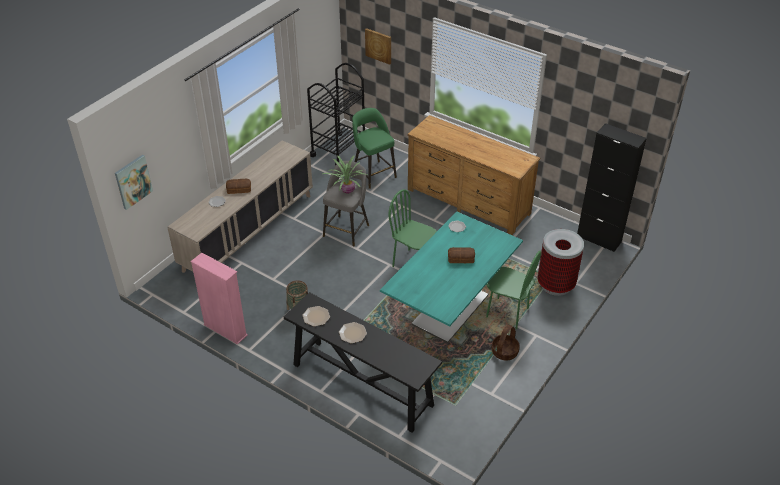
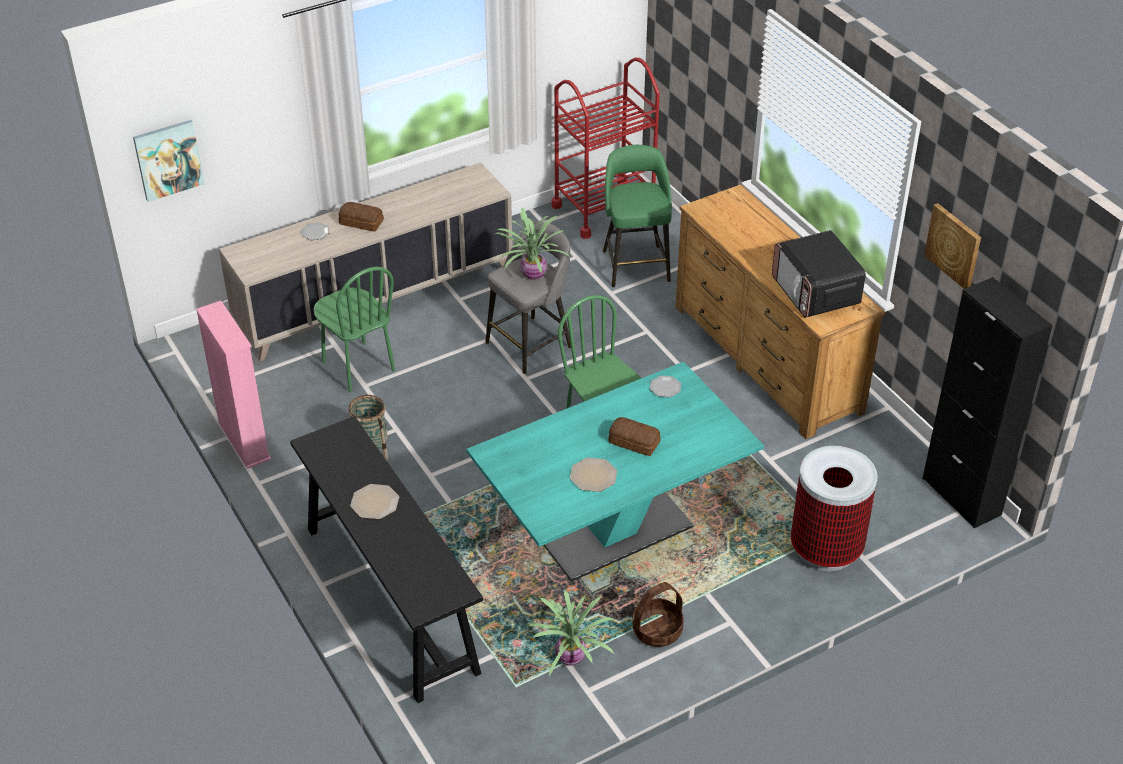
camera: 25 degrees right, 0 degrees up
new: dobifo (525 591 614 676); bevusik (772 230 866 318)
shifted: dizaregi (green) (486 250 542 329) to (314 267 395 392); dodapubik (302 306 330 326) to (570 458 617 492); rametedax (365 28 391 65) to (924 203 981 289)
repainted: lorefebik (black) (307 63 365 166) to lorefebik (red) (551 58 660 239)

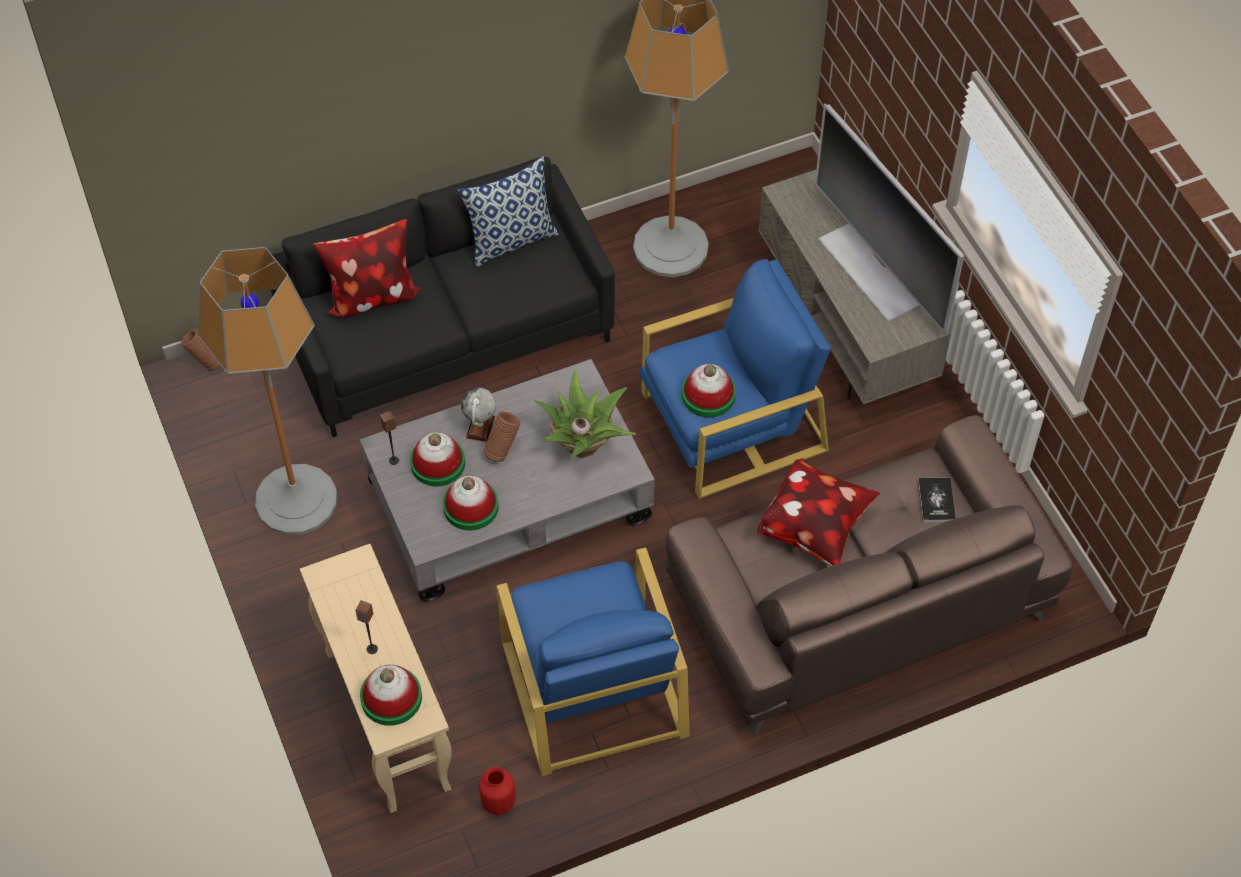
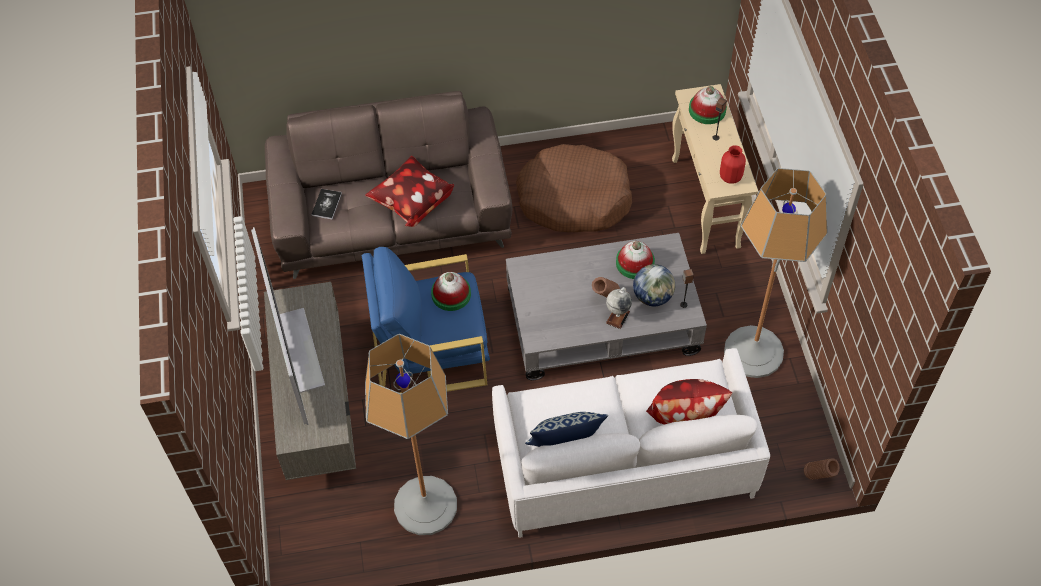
camera: 165 degrees left, 0 degrees up
gone: dobifo (534 370 636 459)
shifted: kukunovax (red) (479 766 516 815) to (720 145 746 184)
swapped: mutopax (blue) (497 547 690 776) to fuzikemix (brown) (516 144 632 232); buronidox (410 432 465 486) to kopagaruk (633 264 675 306)
repainted: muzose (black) (271 157 615 437) to muzose (white) (492 348 770 538)

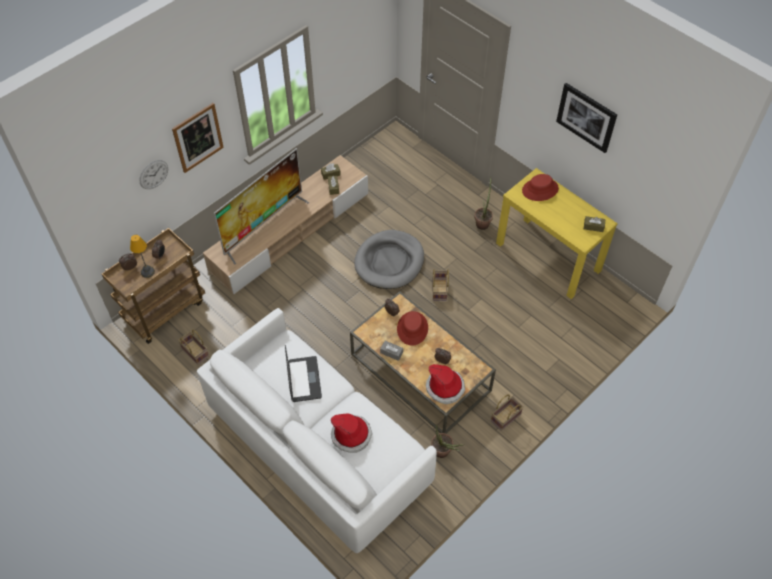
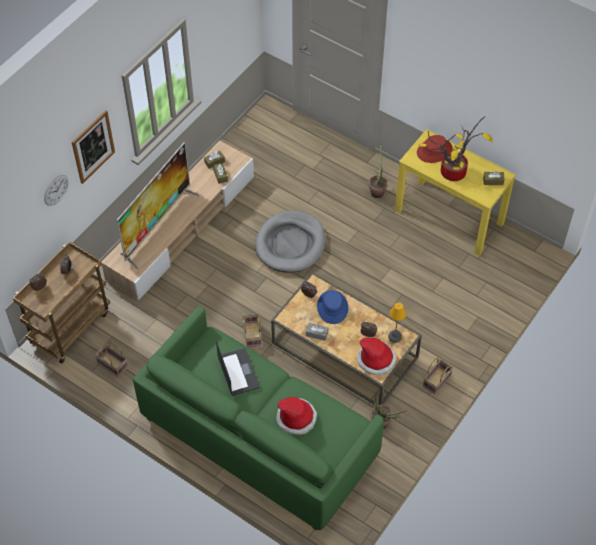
camera: 10 degrees left, 0 degrees up
gone: rametedax (556 83 617 153)
new: dobifo (418 116 493 181)
shifted: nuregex (433 269 449 301) to (242 313 262 347); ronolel (130 235 155 278) to (388 302 406 343)
repainted: muzose (white) (197 308 437 553) to muzose (green) (133 306 384 531); buronidox (red) (397 311 428 346) to buronidox (blue) (317 290 348 324)

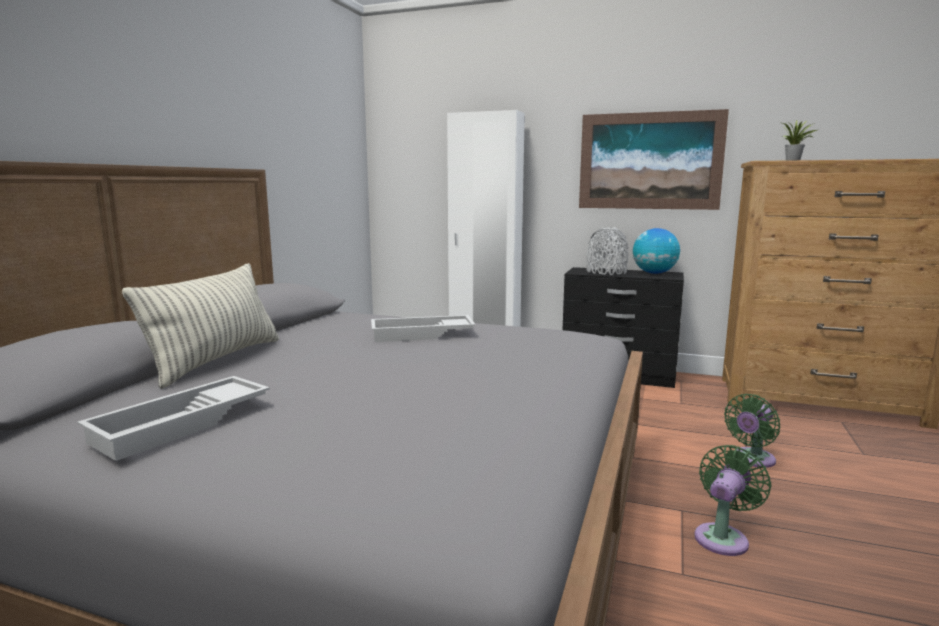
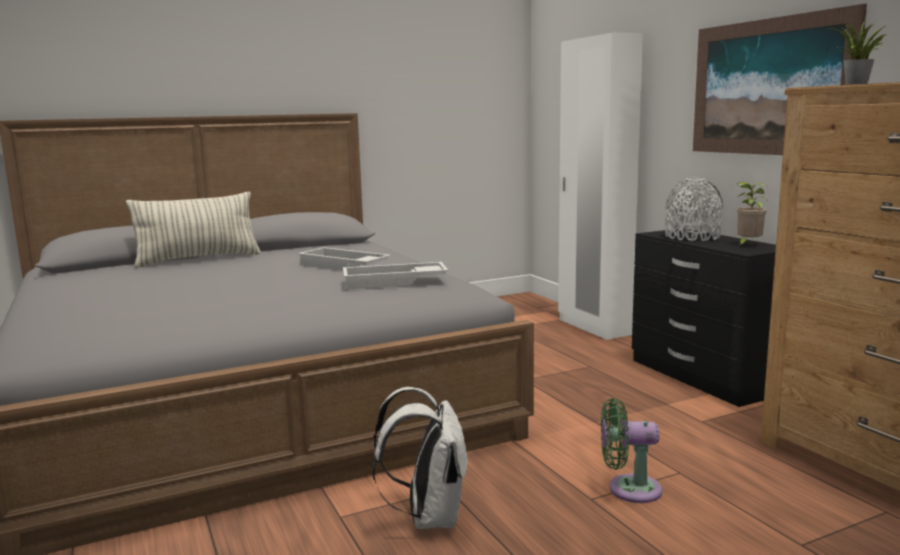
camera: 45 degrees right, 0 degrees up
shifted: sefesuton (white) (77 376 270 461) to (343 262 448 290)
swapped: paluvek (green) (695 445 772 556) to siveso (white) (372 387 468 529); kopagaruk (633 228 680 274) to dobifo (736 182 768 246)

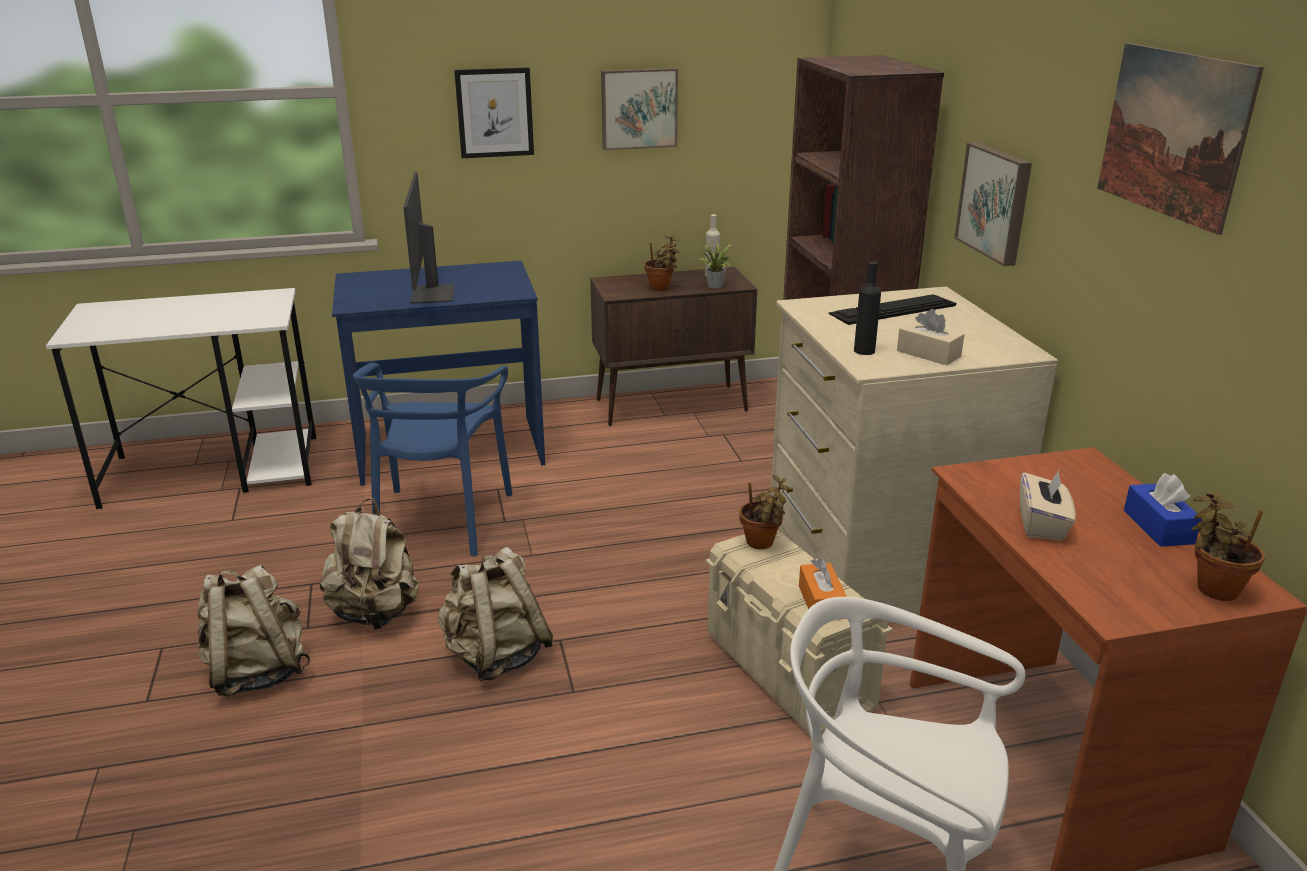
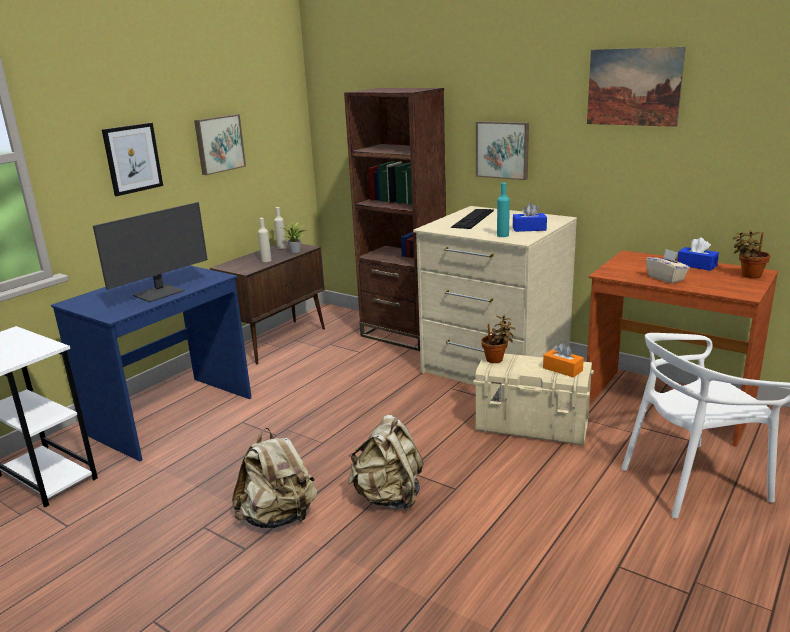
camera: 40 degrees left, 5 degrees down
gone: siveso (beige) (197 564 310 697); dizaregi (blue) (353 363 513 557)
swapped: dobifo (644 235 679 291) to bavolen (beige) (258 218 271 262)
repainted: bavolen (black) (854 261 881 355) to bavolen (turquoise) (497 183 510 237); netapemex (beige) (897 309 964 365) to netapemex (blue) (513 203 547 232)
rotated: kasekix (403 172 454 304) = (93 202 208 302) 90 degrees counterclockwise

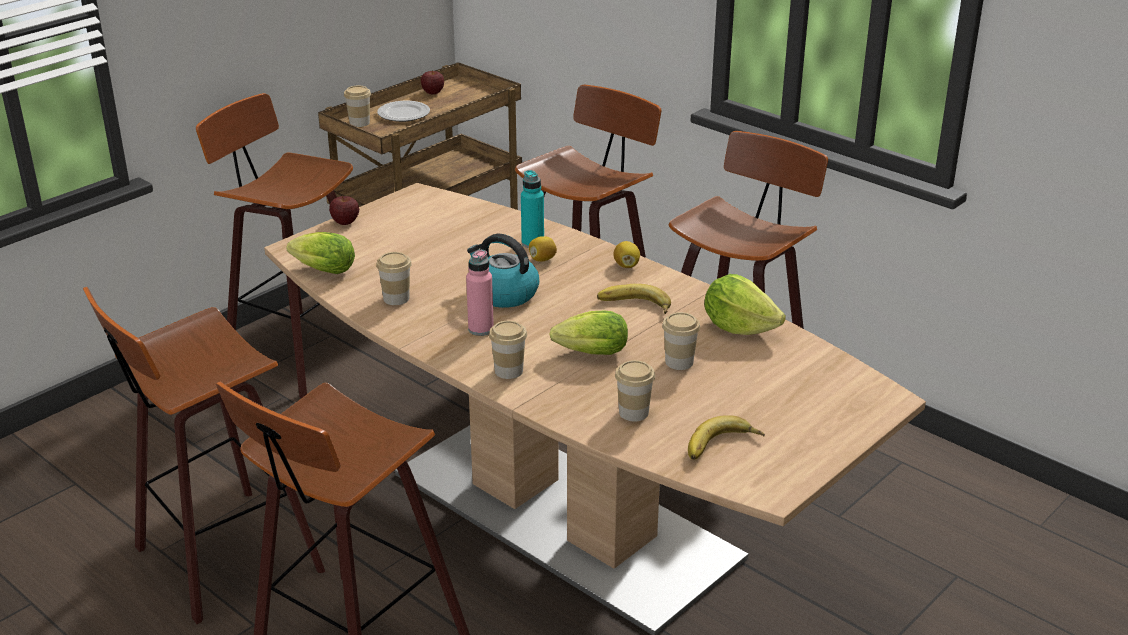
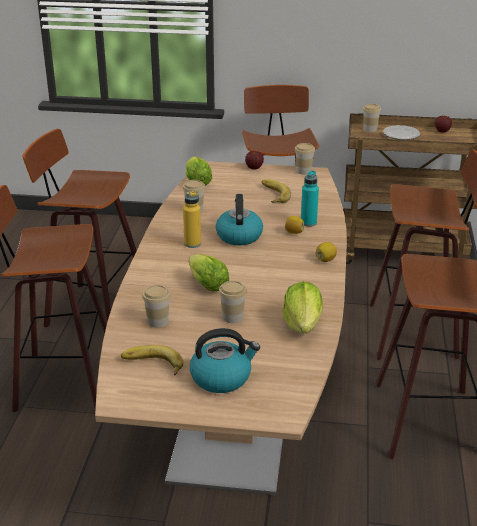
camera: 55 degrees right, 0 degrees up
new: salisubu (190 328 260 393)
shifted: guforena (597 284 671 314) to (261 179 291 203); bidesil (489 321 527 379) to (295 143 315 175)
repainted: bavolen (pink) (466 250 494 336) to bavolen (yellow) (183 191 201 248)

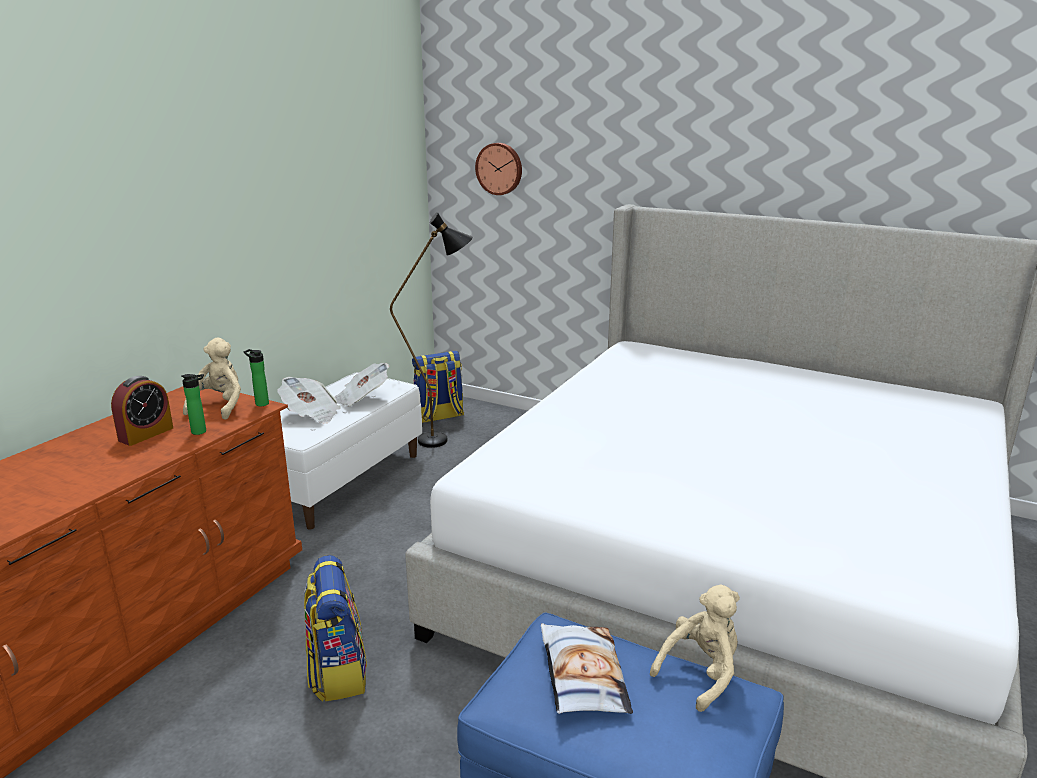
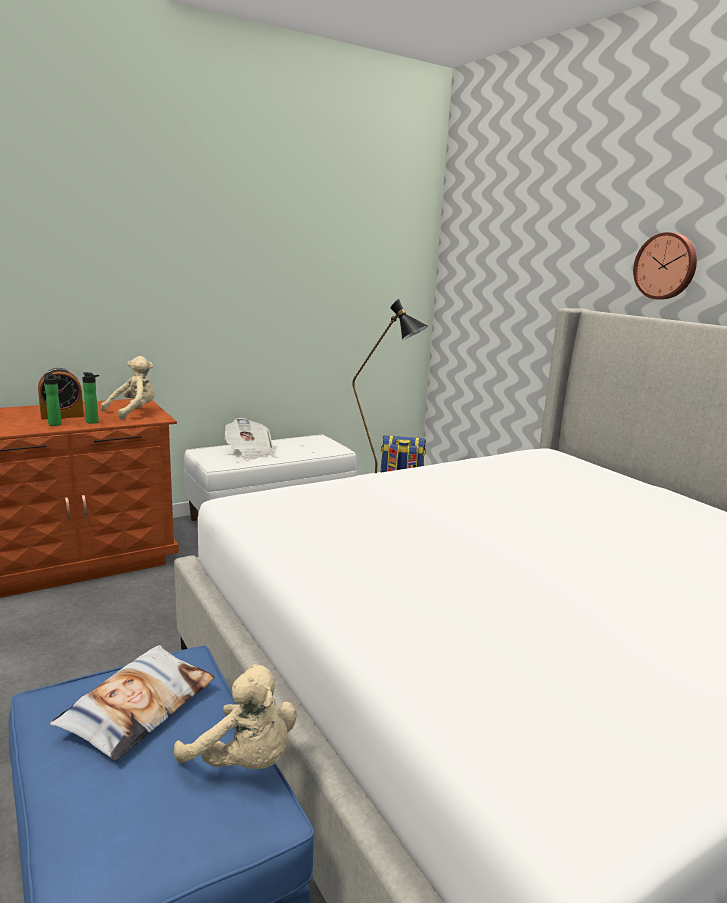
camera: 30 degrees right, 5 degrees down
gone: siveso (304 555 367 702); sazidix (334 363 390 407)
shifted: bavolen (244 349 269 406) to (44 373 62 426); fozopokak (475 143 522 195) to (633 232 697 299)
rotated: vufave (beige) (650 585 740 712) = (174 664 296 769) 45 degrees clockwise

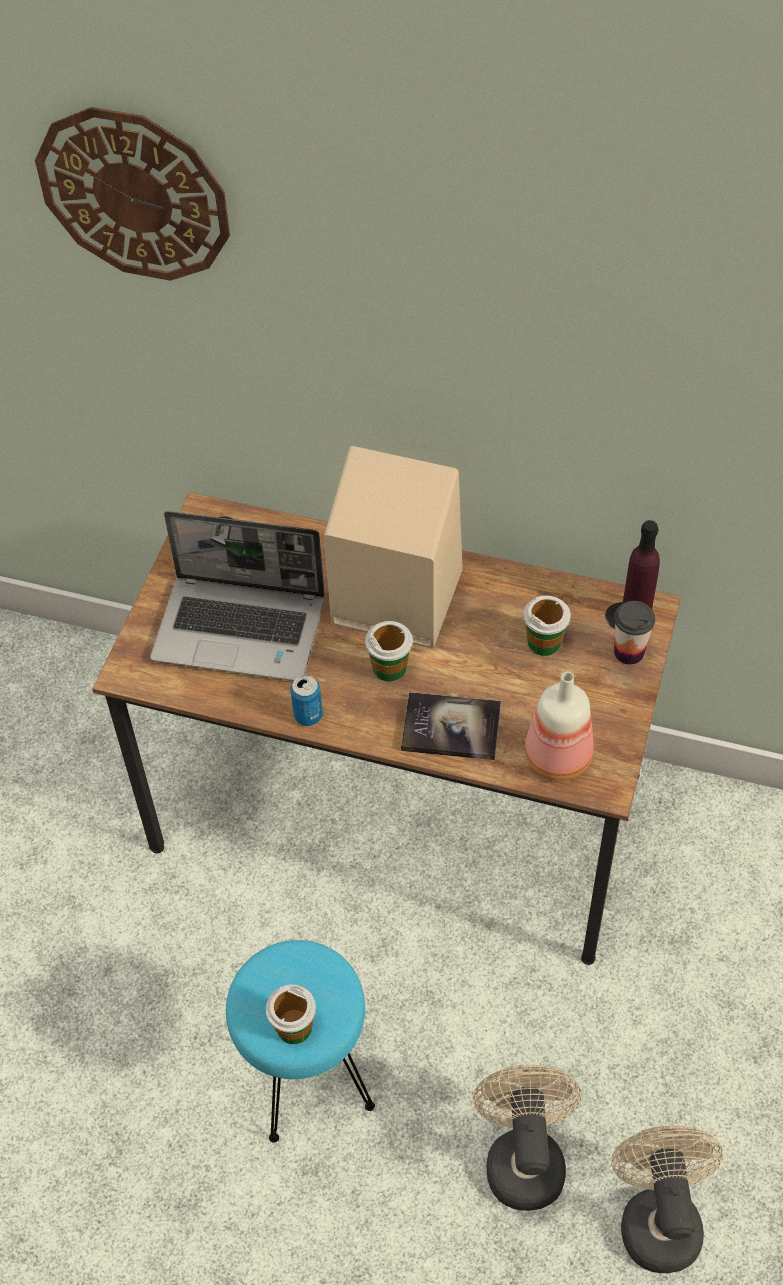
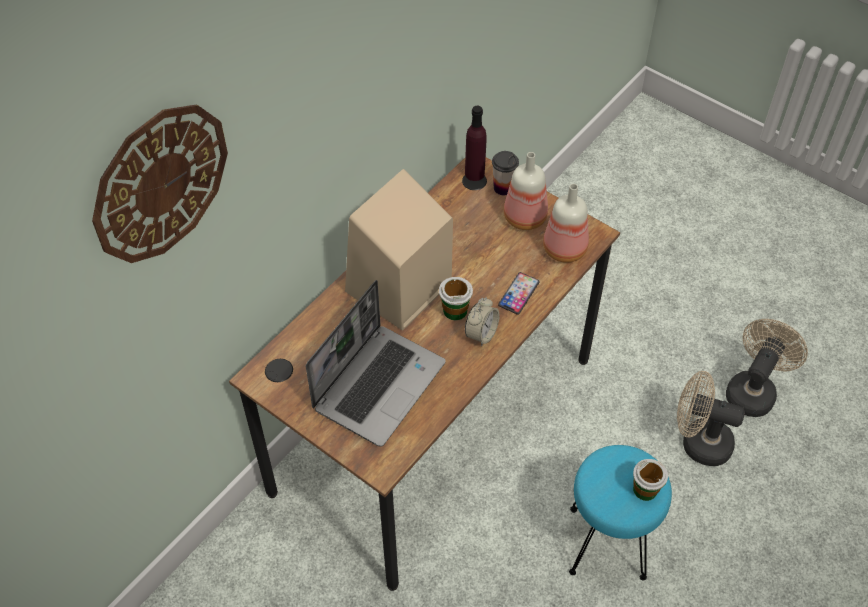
camera: 70 degrees left, 0 degrees up
gone: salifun (291 675 323 726); bidesil (523 596 571 656)
new: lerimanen (465 297 499 346); bavolen (504 152 548 230)
swapped: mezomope (401 692 501 760) to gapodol (498 272 540 315)
rotated: paluvek (beige) (611 1125 723 1273) = (726 319 808 417) 105 degrees clockwise

